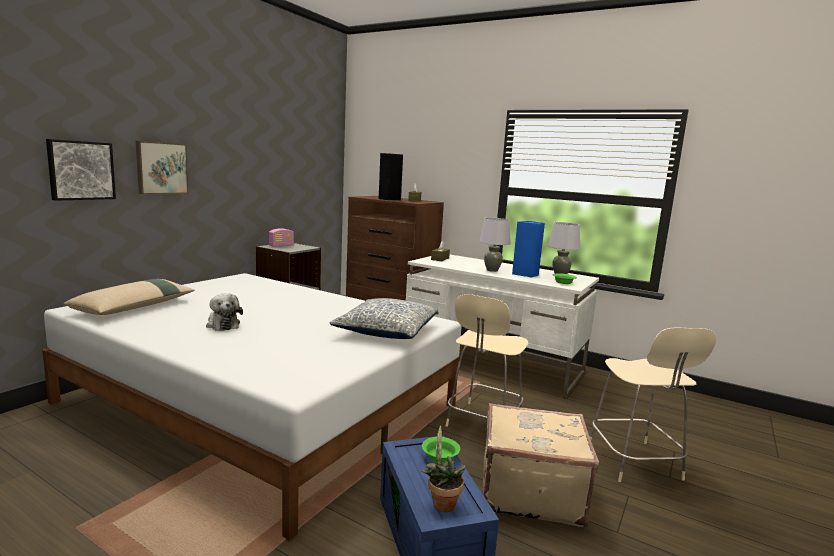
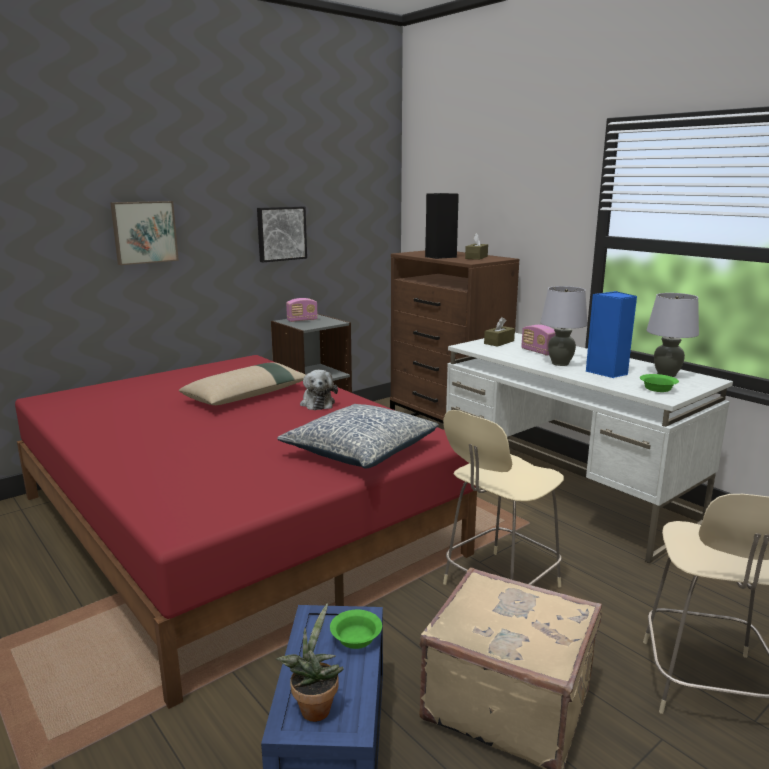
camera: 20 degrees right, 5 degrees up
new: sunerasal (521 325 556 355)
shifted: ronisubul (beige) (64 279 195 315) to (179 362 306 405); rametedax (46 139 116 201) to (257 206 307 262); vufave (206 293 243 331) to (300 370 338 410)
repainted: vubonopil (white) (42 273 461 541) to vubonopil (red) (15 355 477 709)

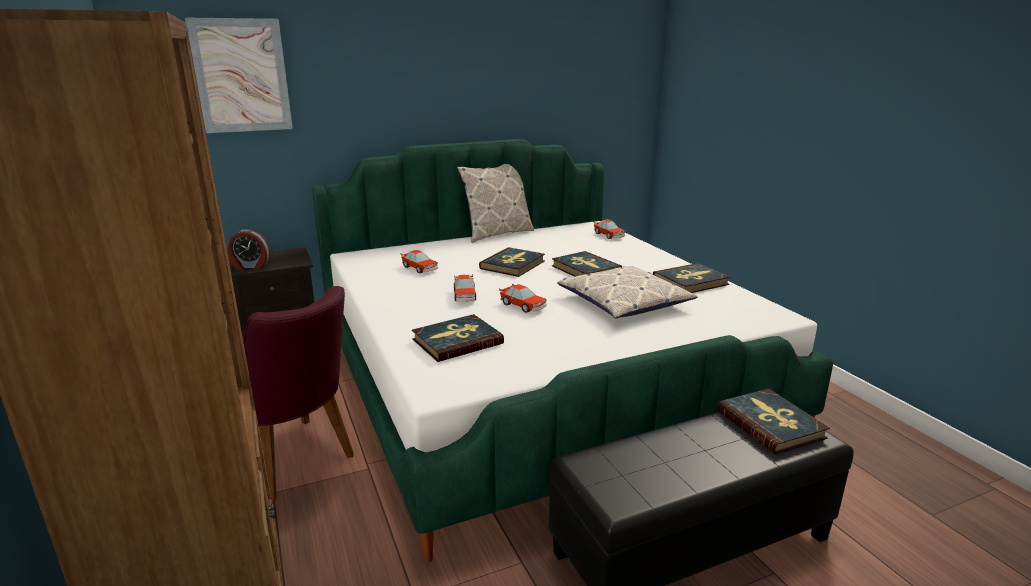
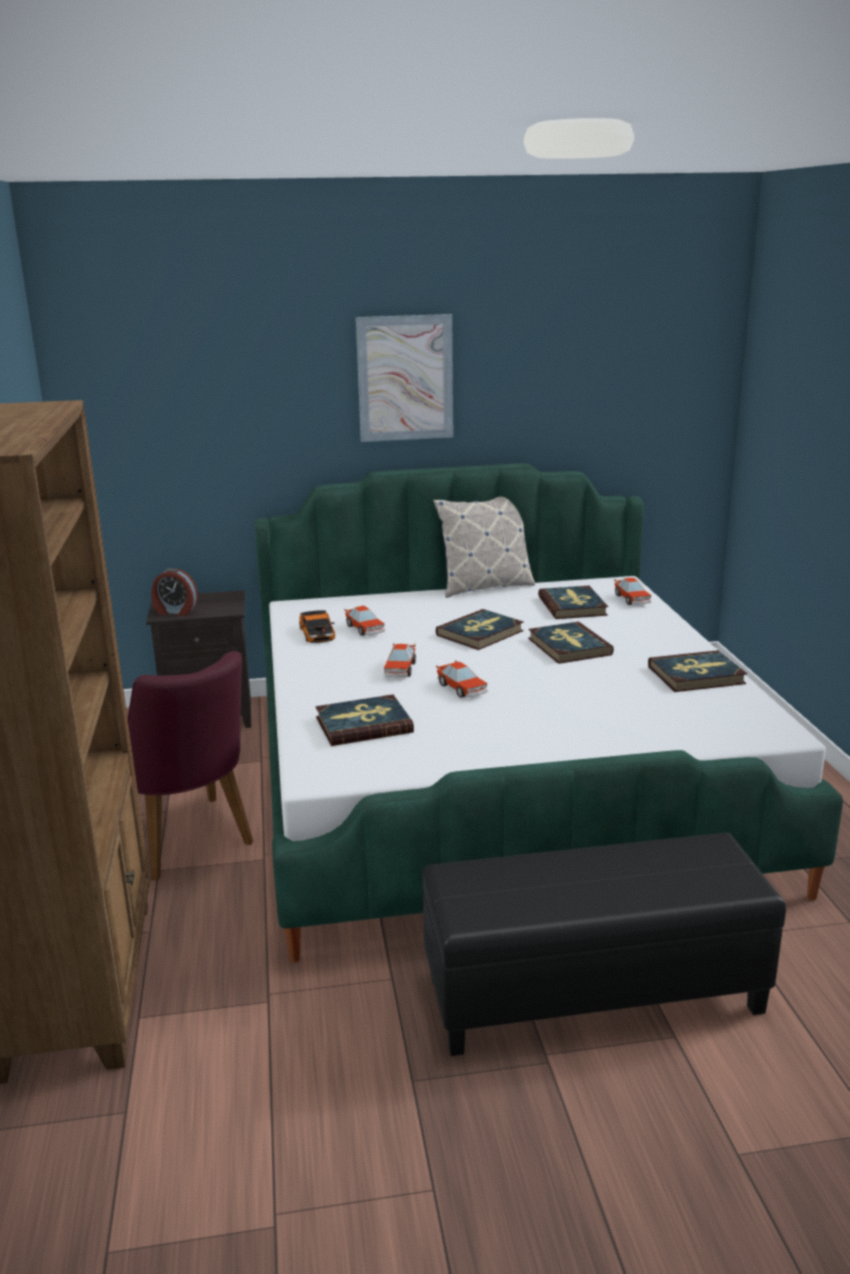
camera: 15 degrees right, 0 degrees up
gone: ronisubul (557 266 698 318)
new: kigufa (299 610 335 643)
shifted: rametedax (185 18 293 133) to (356 314 453 442); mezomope (717 389 830 454) to (538 586 608 619)

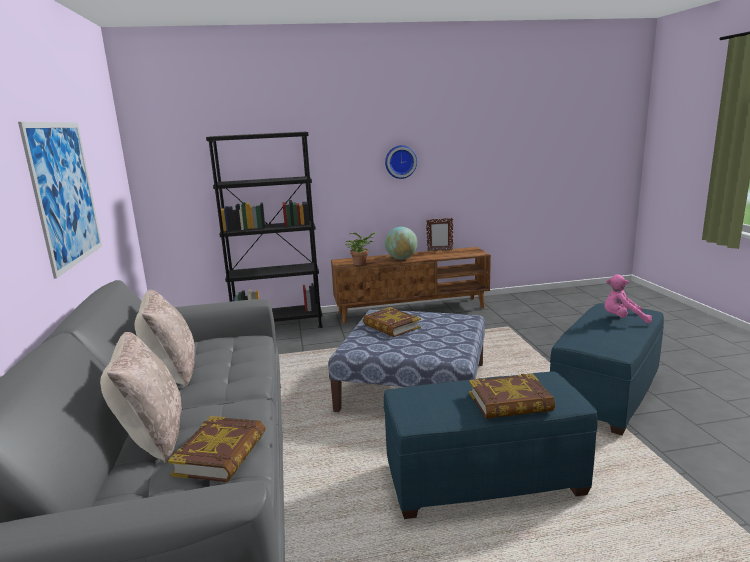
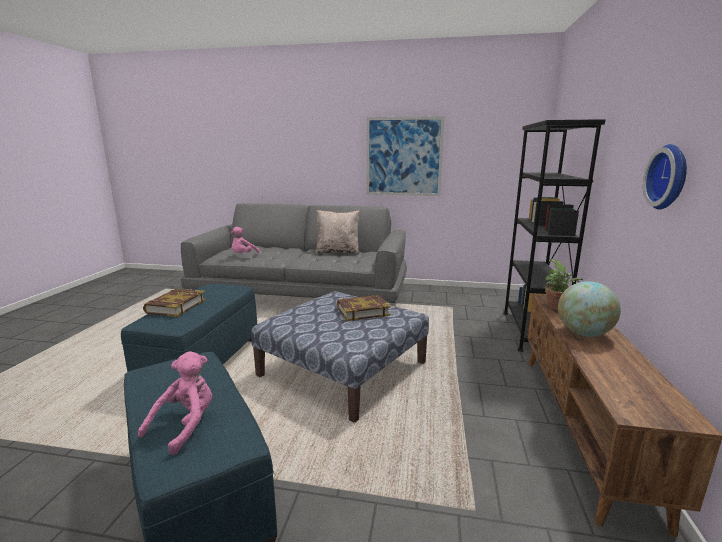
camera: 110 degrees right, 0 degrees up
gone: ronisubul (beige) (100 332 182 463); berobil (426 218 453 251)
swapped: mezomope (168 416 265 482) to vufave (pink) (231 227 260 253)

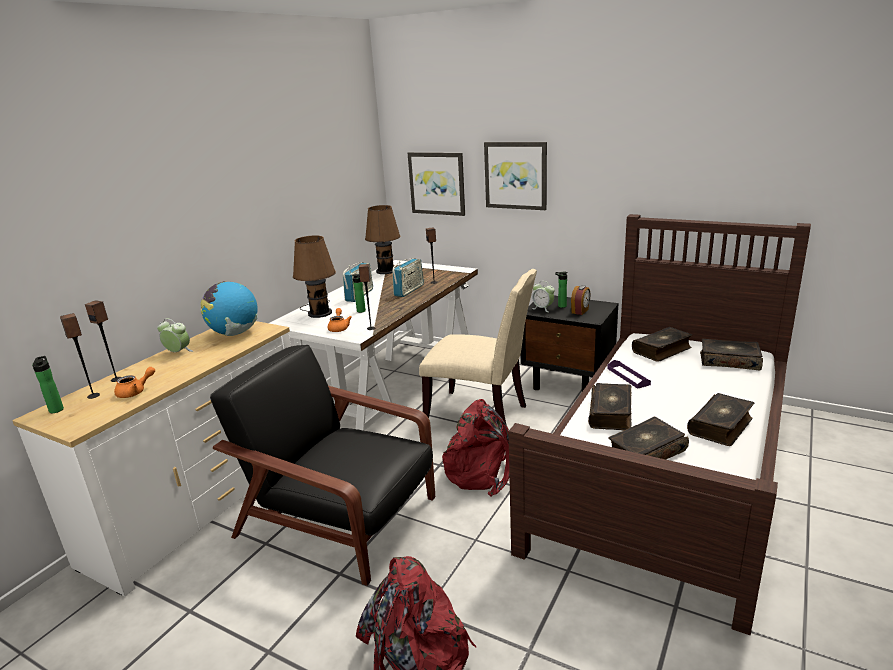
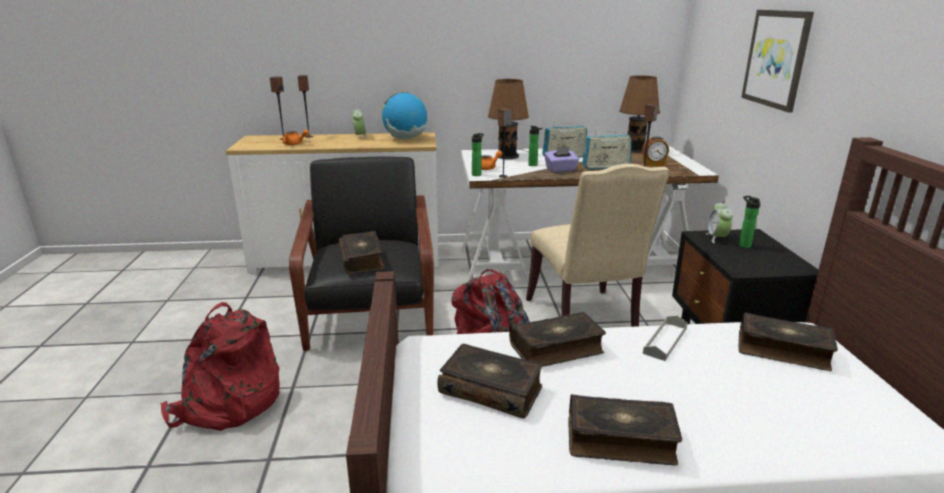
camera: 55 degrees right, 0 degrees up
gone: rametedax (408 152 465 216)
new: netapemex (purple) (544 147 579 172)
shifted: mezomope (700 339 763 371) to (339 231 385 274); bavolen (32 356 64 413) to (472 133 484 176); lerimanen (571 285 590 315) to (642 136 669 166)
repainted: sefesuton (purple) (607 360 651 389) to sefesuton (grey) (643 316 688 361)

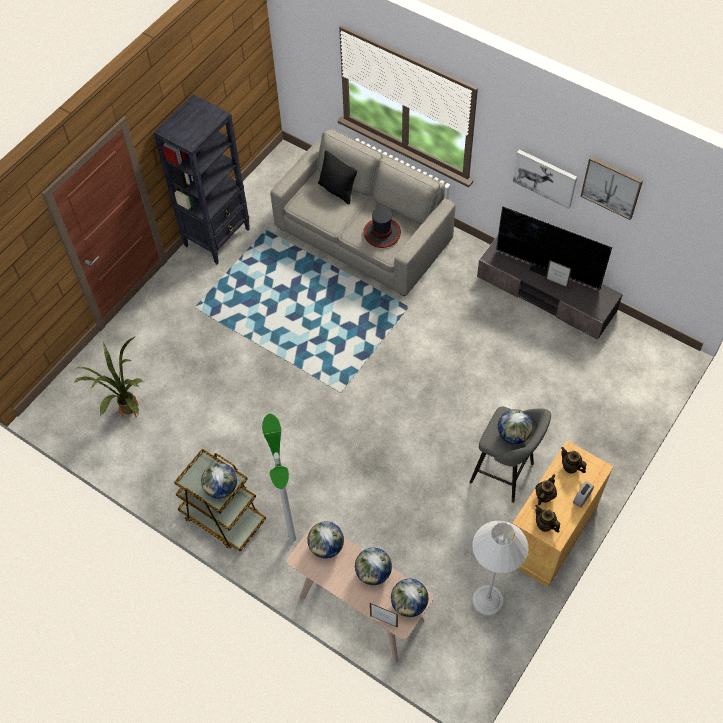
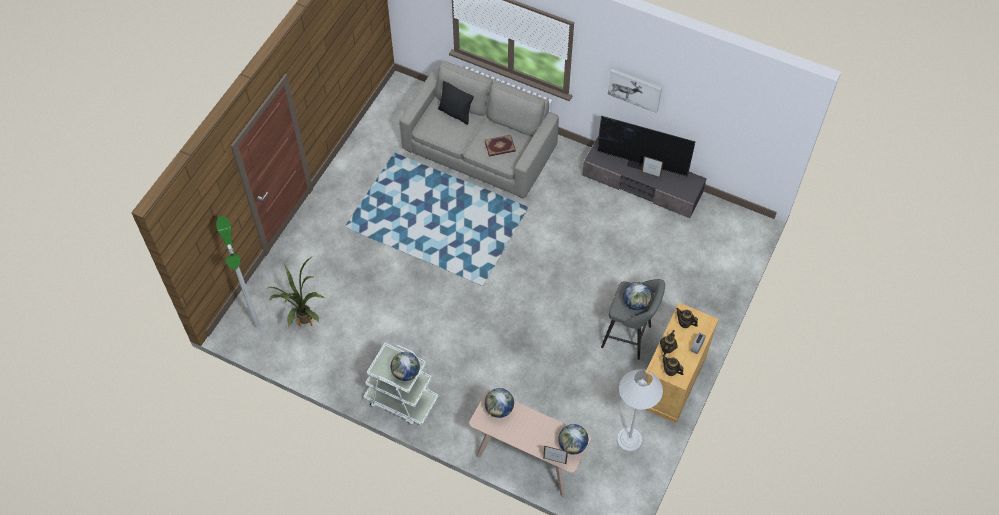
camera: 10 degrees left, 0 degrees up
gone: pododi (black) (153 94 250 264); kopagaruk (355 548 392 585); rametedax (581 156 643 220)
shifted: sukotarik (262 414 296 542) to (216 216 260 328)
swapped: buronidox (363 207 401 248) to mezomope (485 135 516 156)
repainted: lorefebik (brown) (174 448 266 552) to lorefebik (white) (363 343 439 425)

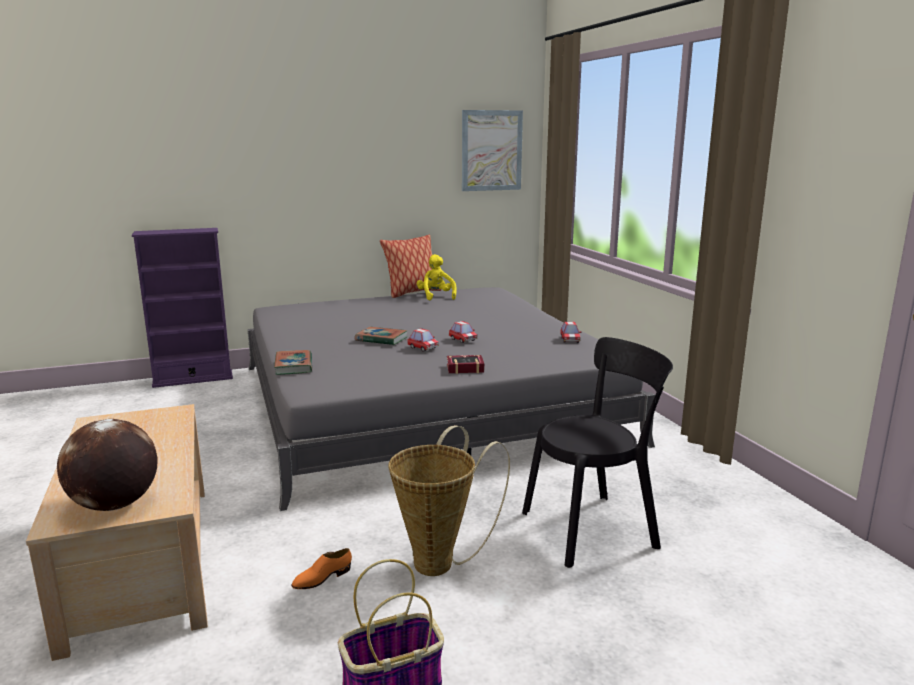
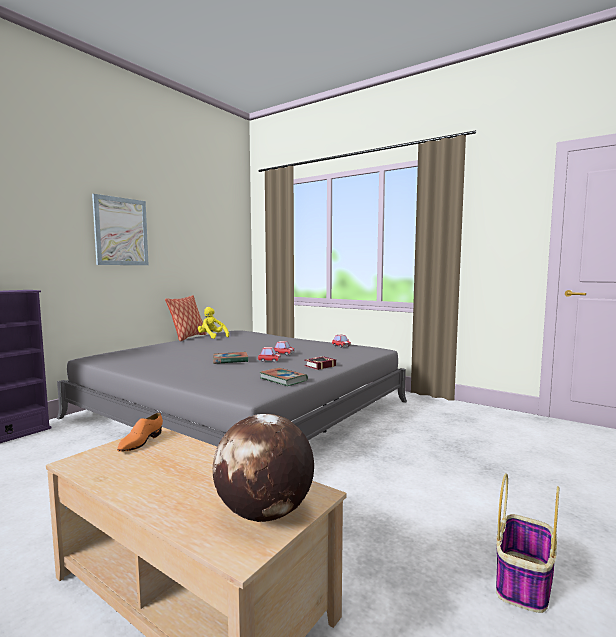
camera: 35 degrees left, 10 degrees down
gone: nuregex (388 425 510 576); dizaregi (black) (522 337 673 568)
shifted: rametedax (462 110 523 191) to (92 194 149 265); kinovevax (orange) (291 548 352 589) to (117 413 163 452); mezomope (274 350 312 375) to (259 368 308 386)

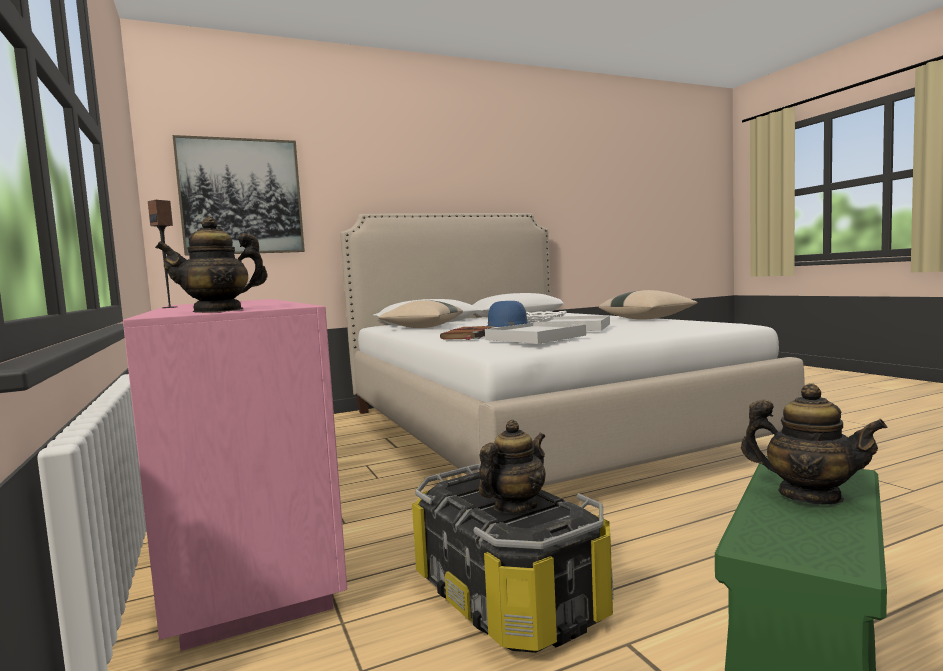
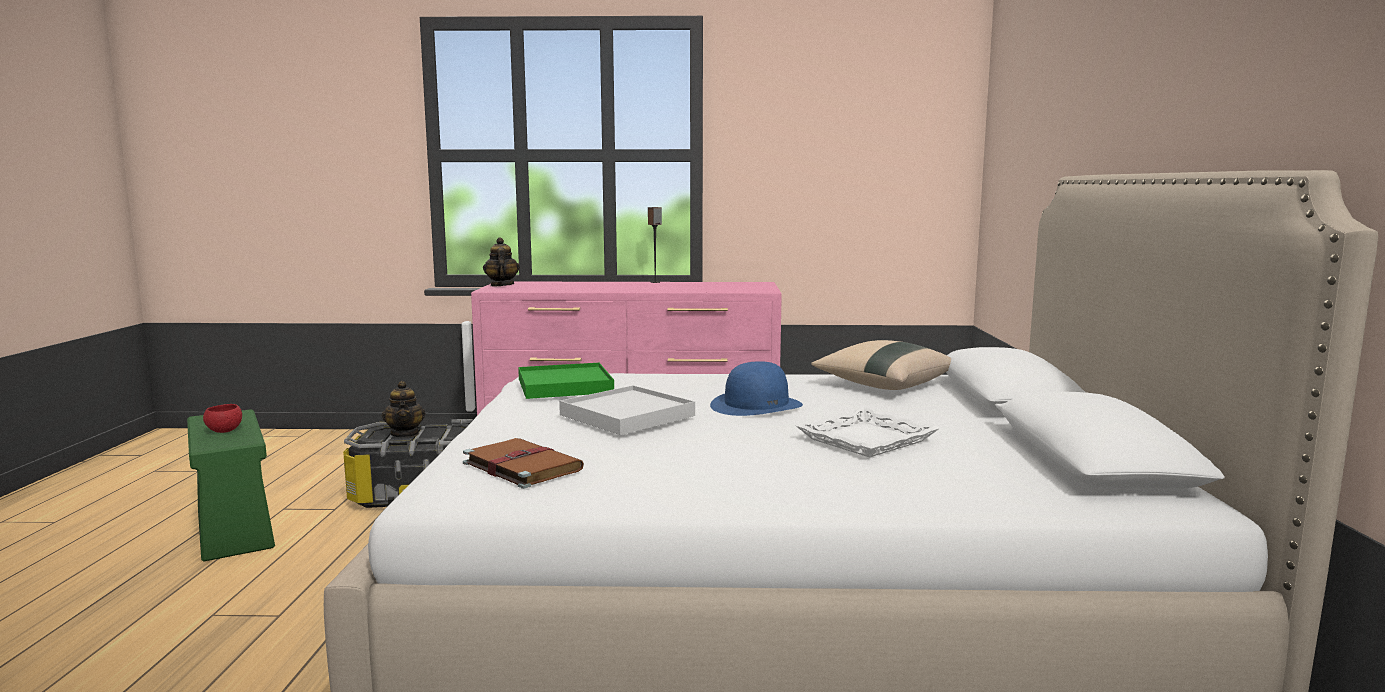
camera: 115 degrees right, 5 degrees up
gone: rametedax (173 135 305 255); ronisubul (beige) (599 290 698 320)
shifted: mezomope (brown) (440 326 495 340) to (463 438 584 489)
swapped: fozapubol (741 384 887 504) to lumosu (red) (203 404 242 433)
repainted: sefesuton (white) (485 323 586 344) to sefesuton (green) (518 363 614 399)

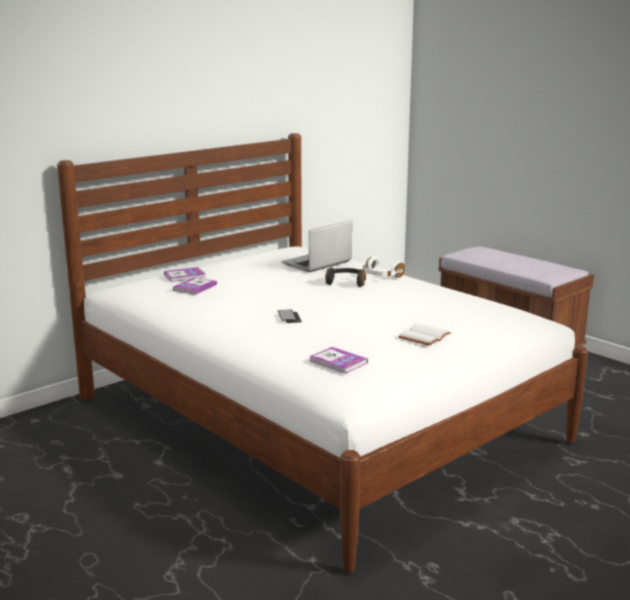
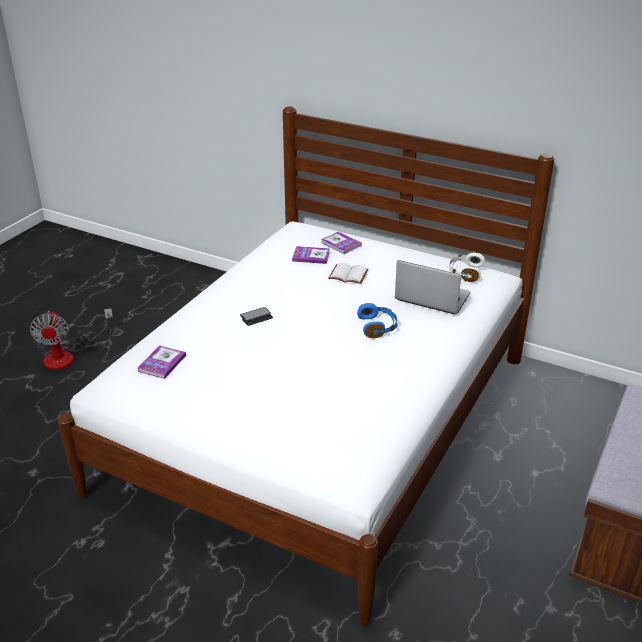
camera: 70 degrees right, 15 degrees up
new: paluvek (30 309 113 370)
shifted: mezomope (white) (398 324 451 346) to (328 263 369 284); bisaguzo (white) (363 256 405 278) to (449 252 485 282)
repainted: bisaguzo (black) (325 268 366 287) to bisaguzo (blue) (357 303 398 338)

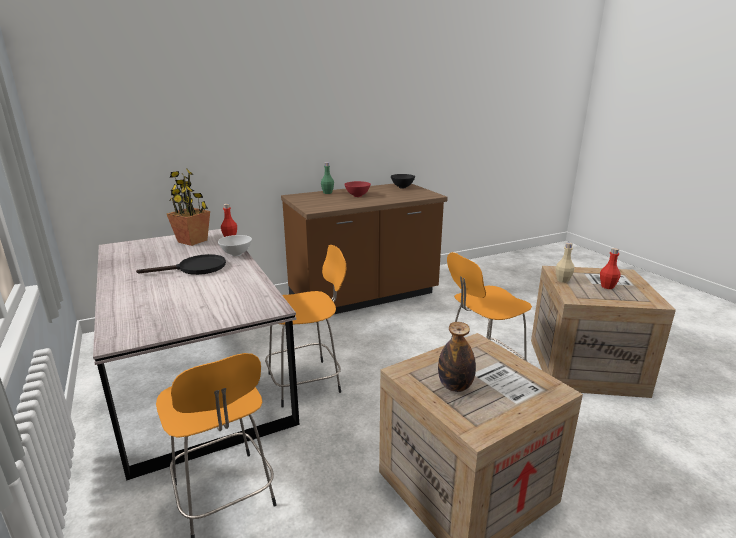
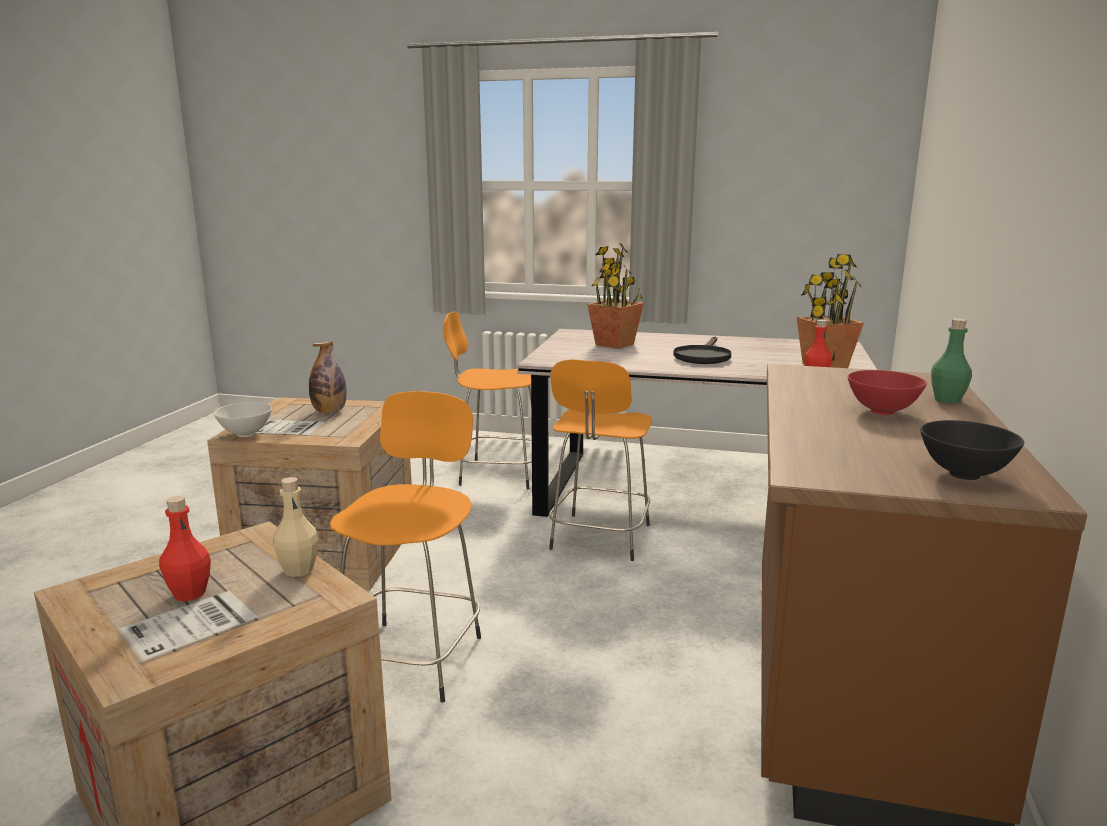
camera: 130 degrees right, 5 degrees down
new: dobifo (587 243 644 349)
shifted: lumosu (white) (218 235 252 256) to (213 402 272 437)

